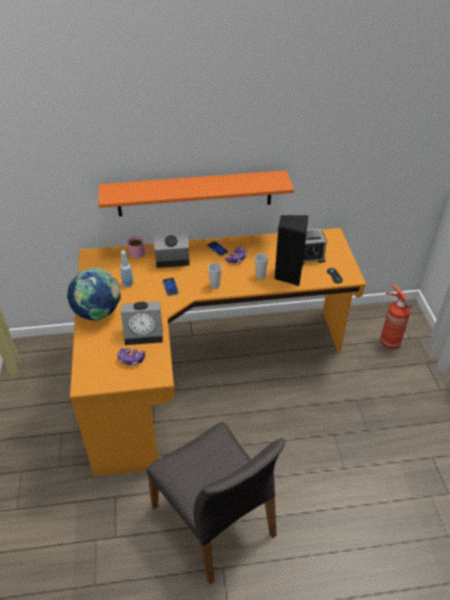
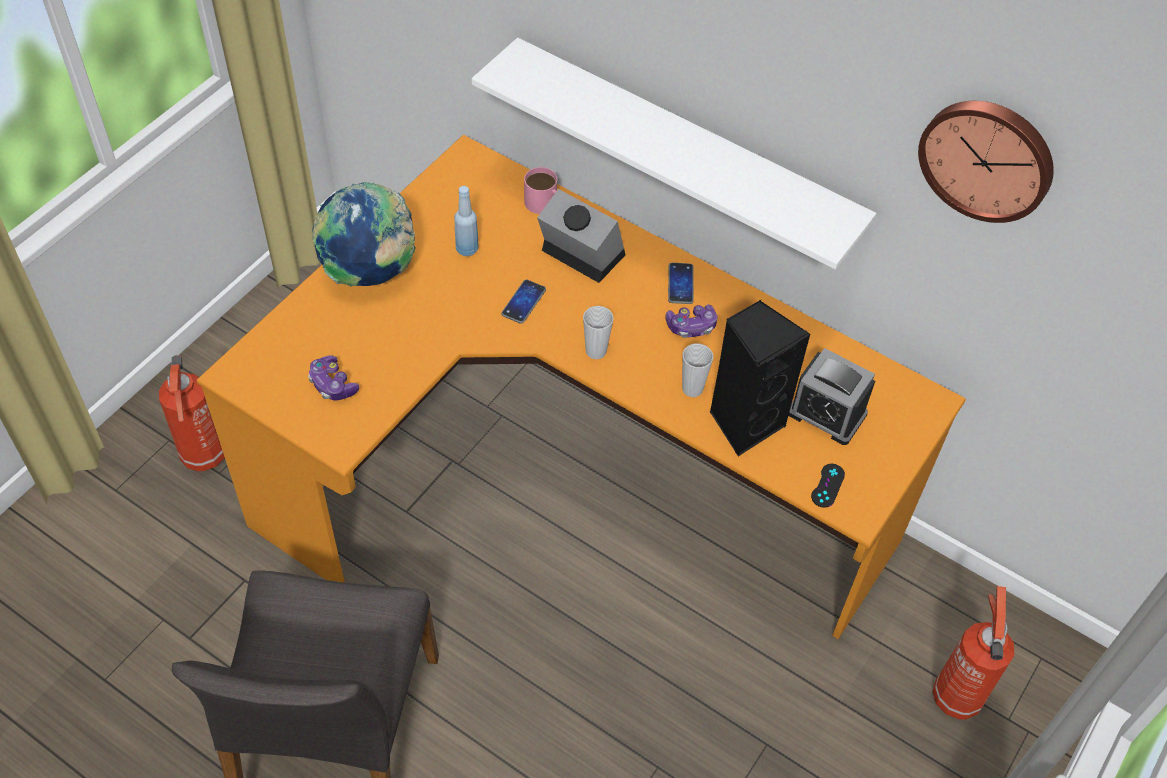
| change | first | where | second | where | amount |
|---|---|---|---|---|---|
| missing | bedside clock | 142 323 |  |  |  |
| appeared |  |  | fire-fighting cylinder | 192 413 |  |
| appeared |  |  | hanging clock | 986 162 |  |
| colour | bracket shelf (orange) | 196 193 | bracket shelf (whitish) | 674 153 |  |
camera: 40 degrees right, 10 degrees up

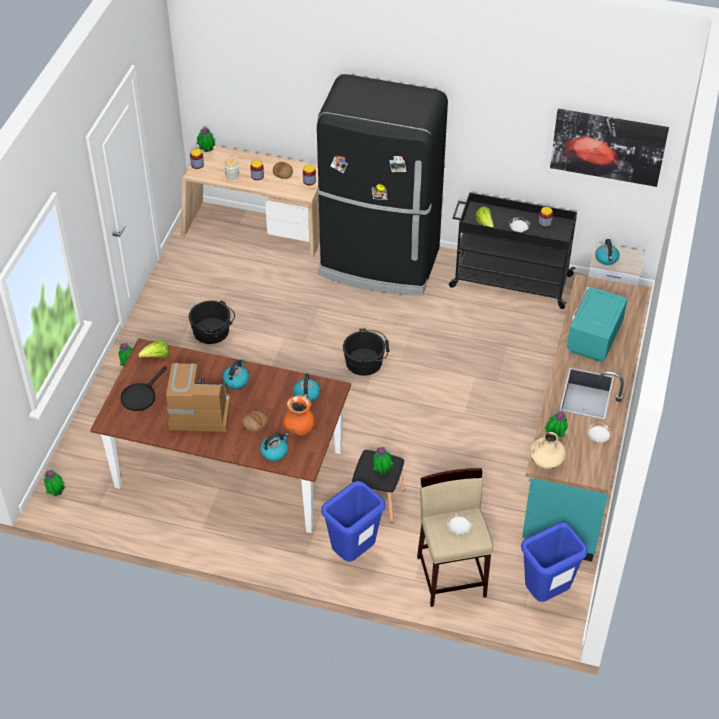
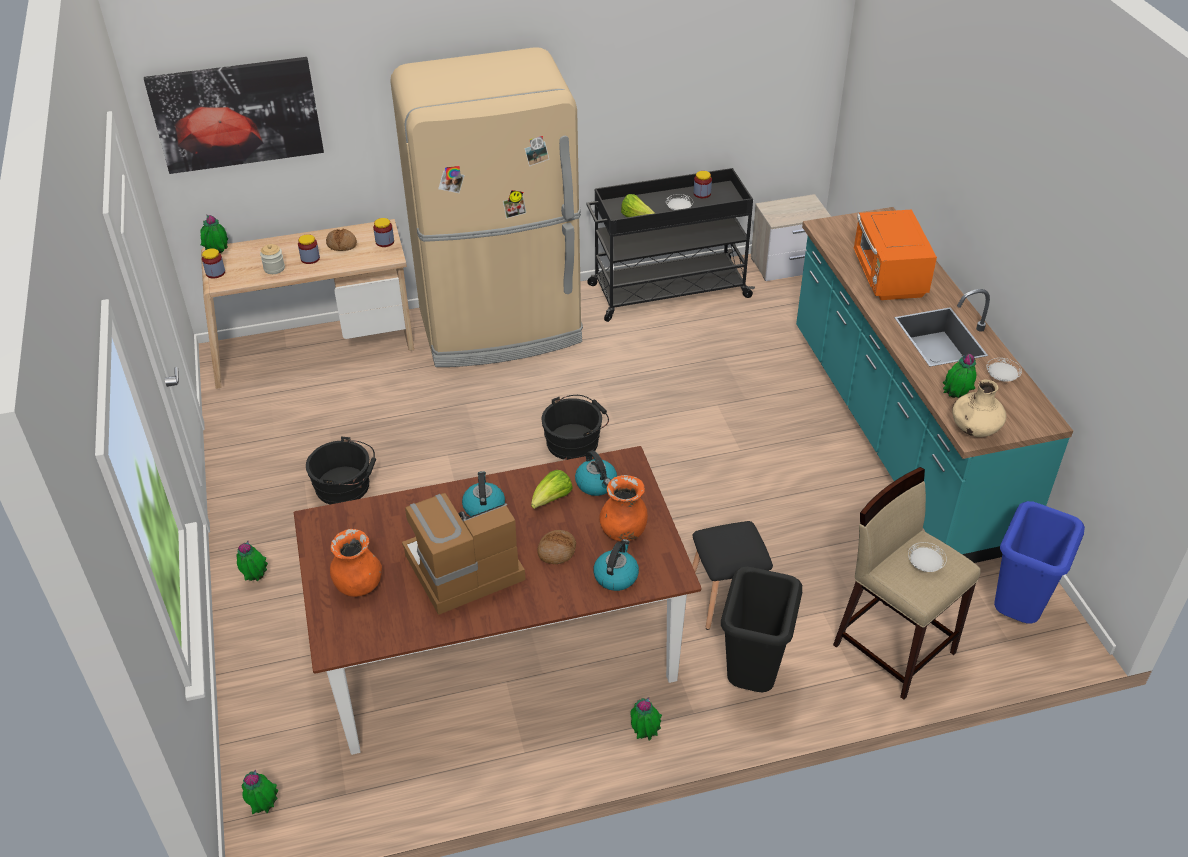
| change | first | where | second | where | amount |
|---|---|---|---|---|---|
| missing | water kettle | 607 252 |  |  |  |
| relocated | head of lettuce | 153 349 |  | 552 489 |  |
| relocated | houseplant | 383 461 |  | 646 719 |  |
| relocated | wall art | 609 148 |  | 234 115 |  |
| exchanged | skillet (black-coloured) | 143 388 | vase (orange) | 356 563 |  |
| colour | refrigerator (black-coloured) | 382 184 | refrigerator (sand-coloured) | 486 207 |  |
| colour | trash can (blue-coloured) | 353 521 | trash can (black-coloured) | 761 629 |  |
| colour | microwave oven (turquoise-coloured) | 597 324 | microwave oven (orange) | 895 254 |  |
camera: 30 degrees left, 5 degrees down

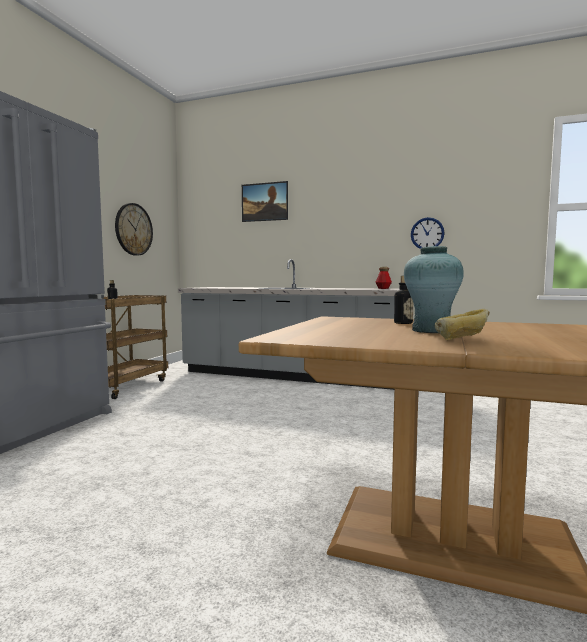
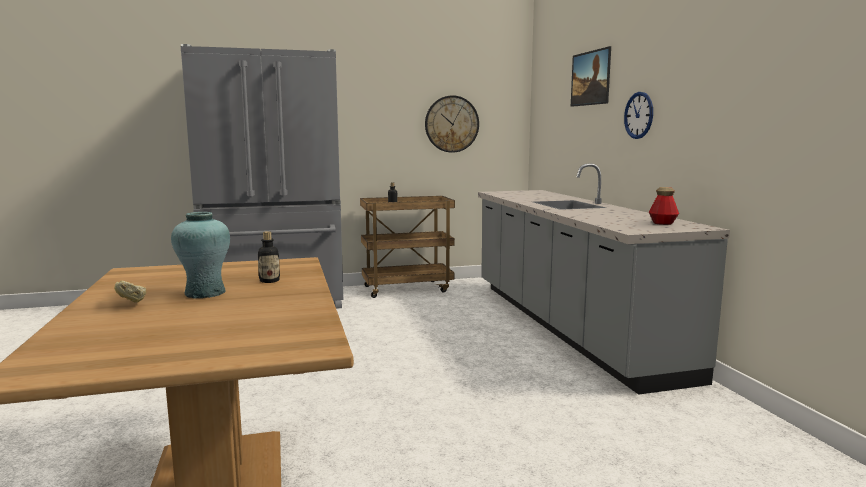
| change | first | where | second | where | amount |
|---|---|---|---|---|---|
| relocated | hanging clock | 428 233 |  | 638 115 |  |
camera: 55 degrees right, 5 degrees up

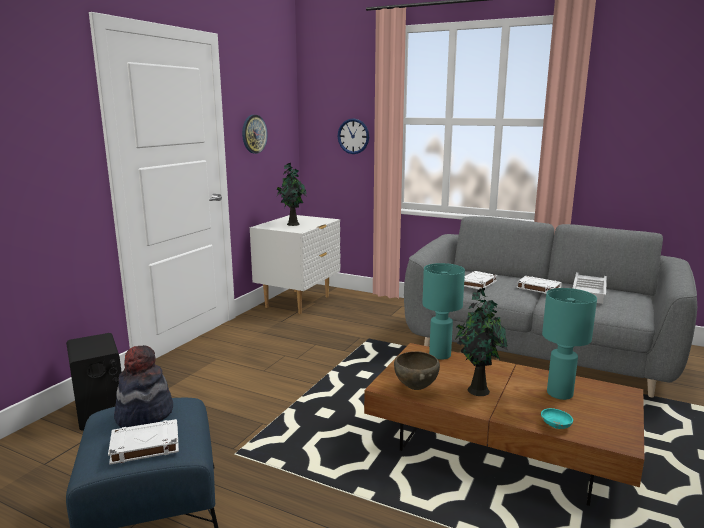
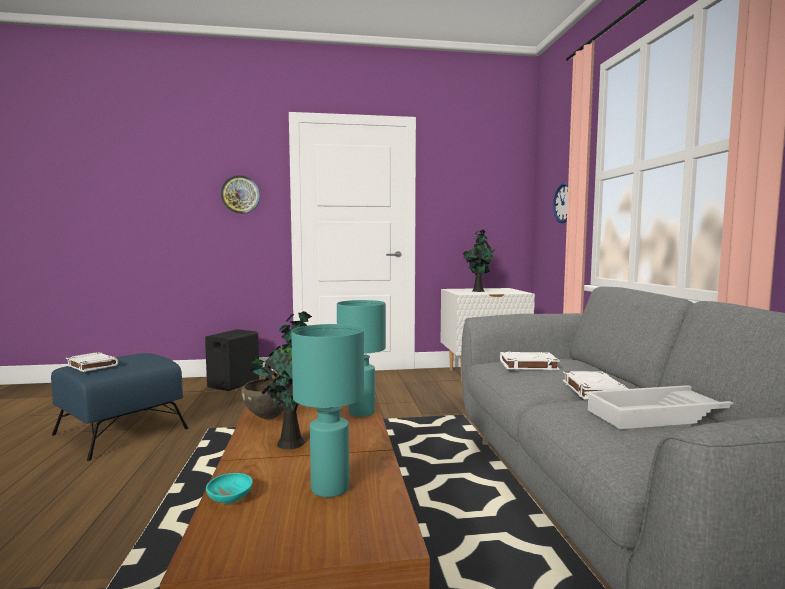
| change | first | where | second | where | amount |
|---|---|---|---|---|---|
| missing | wearable hat | 143 386 |  |  |  |
| relocated | hanging clock | 255 134 |  | 240 194 |  |
camera: 55 degrees right, 10 degrees down

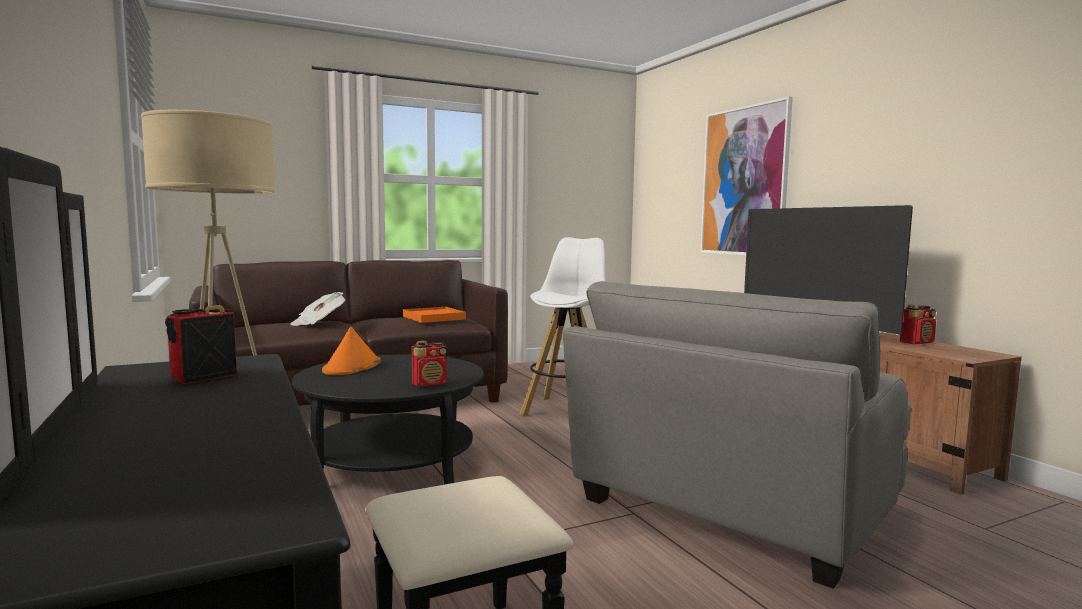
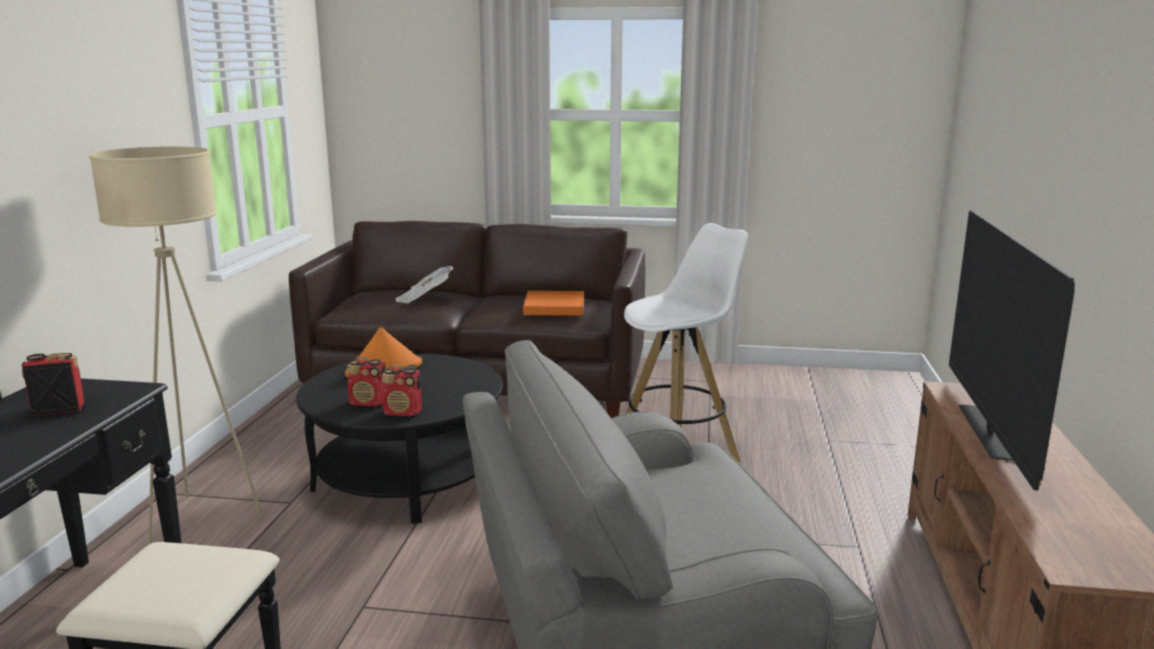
| change | first | where | second | where | amount |
|---|---|---|---|---|---|
| missing | wall art | 746 176 |  |  |  |
| relocated | radio set | 918 324 |  | 366 381 |  |
camera: 35 degrees right, 10 degrees up

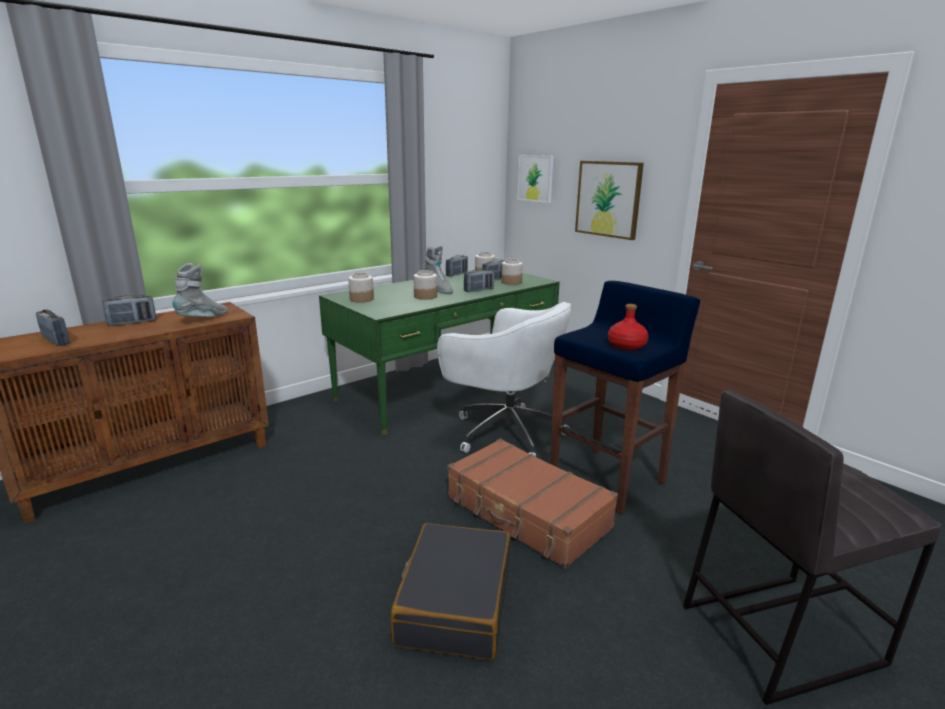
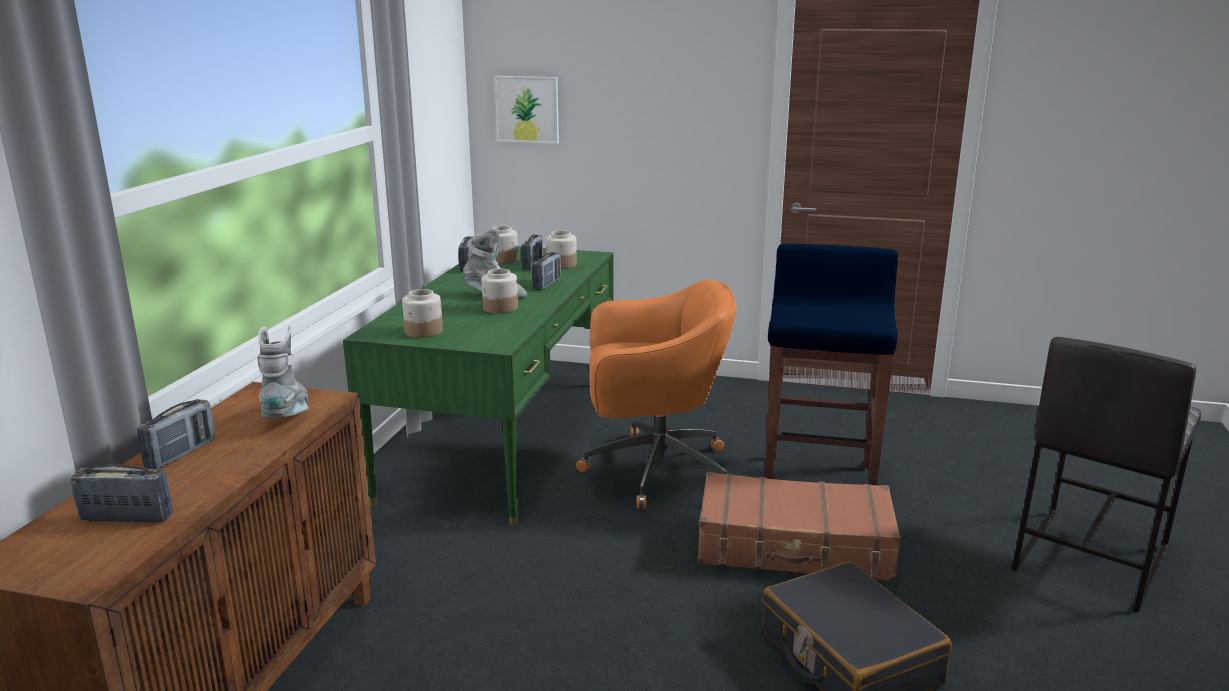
| change | first | where | second | where | amount |
|---|---|---|---|---|---|
| missing | wall art | 609 200 |  |  |  |
| missing | drink bottle (red) | 628 327 |  |  |  |
| colour | computer chair (whitish) | 504 379 | computer chair (orange) | 656 394 |  |
camera: 35 degrees left, 0 degrees up

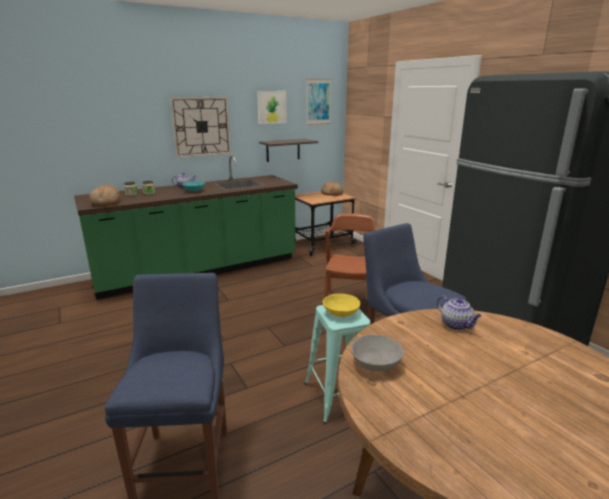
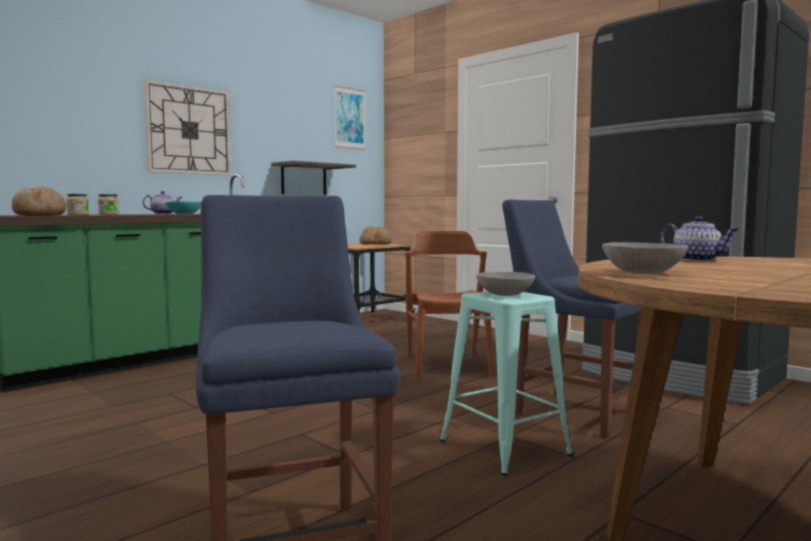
| change | first | where | second | where | amount |
|---|---|---|---|---|---|
| missing | wall art | 272 107 |  |  |  |
| colour | deep dish (yellowish) | 341 305 | deep dish (gray) | 505 284 |  |
camera: 15 degrees left, 15 degrees down

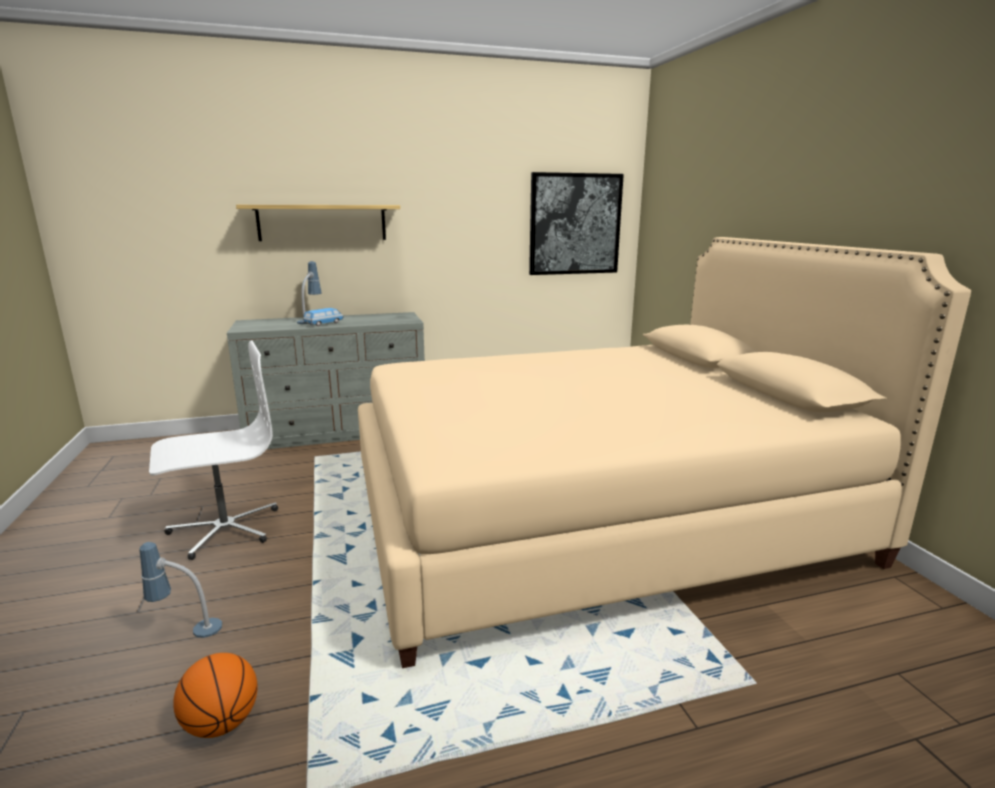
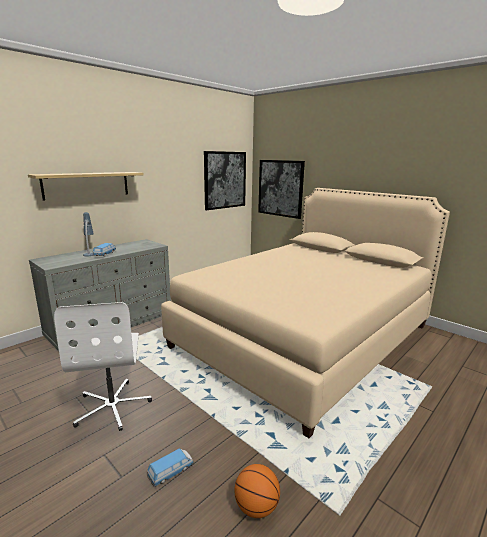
| change | first | where | second | where | amount |
|---|---|---|---|---|---|
| appeared |  |  | wall art | 281 189 |  |
| exchanged | table lamp | 180 590 | miniature car | 170 467 |  |
| spun | computer chair (whitish) | 213 450 |  | 103 366 | 135 degrees clockwise |
camera: 30 degrees left, 0 degrees up

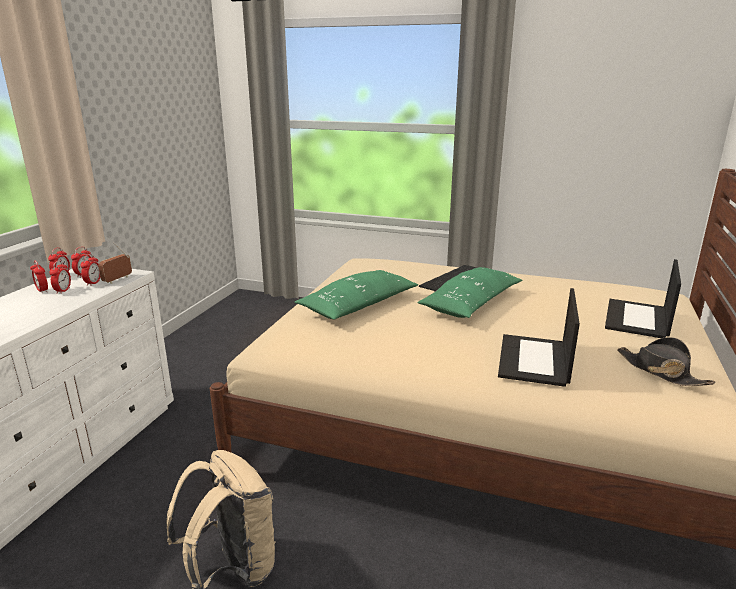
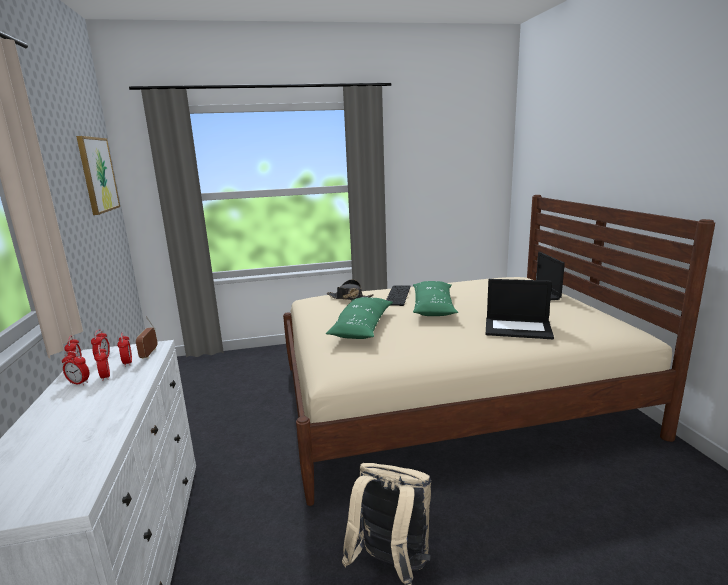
| change | first | where | second | where | amount |
|---|---|---|---|---|---|
| appeared |  |  | wall art | 98 175 |  |
| relocated | wearable hat (black-coloured) | 666 361 |  | 350 289 |  |
| spun | notebook computer | 539 337 |  | 520 309 | 60 degrees counterclockwise |
camera: 30 degrees left, 5 degrees down

